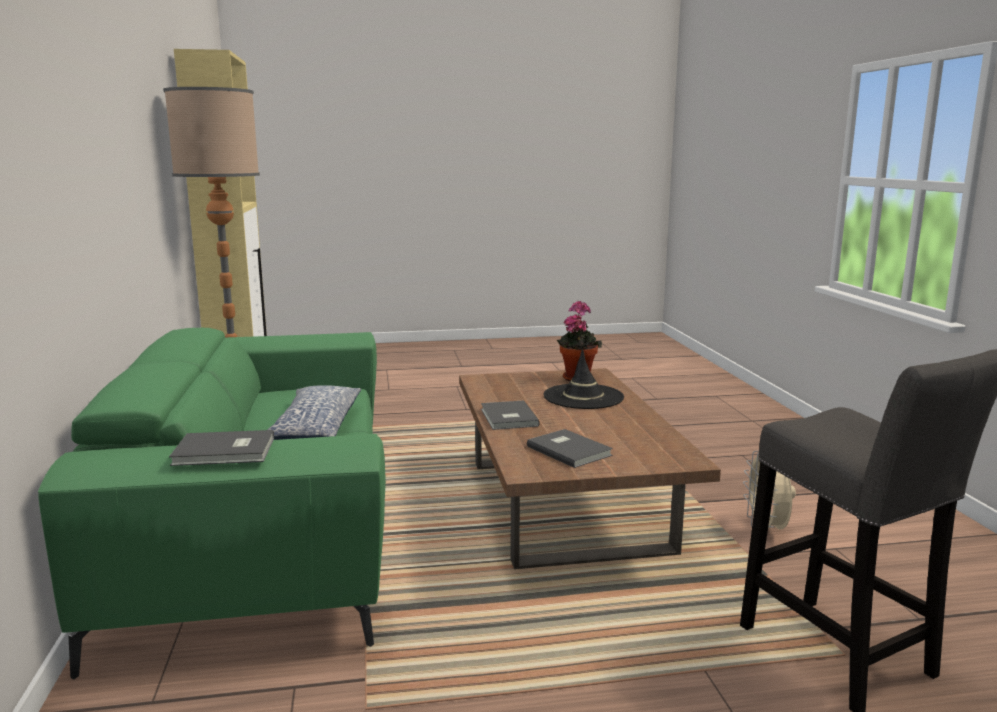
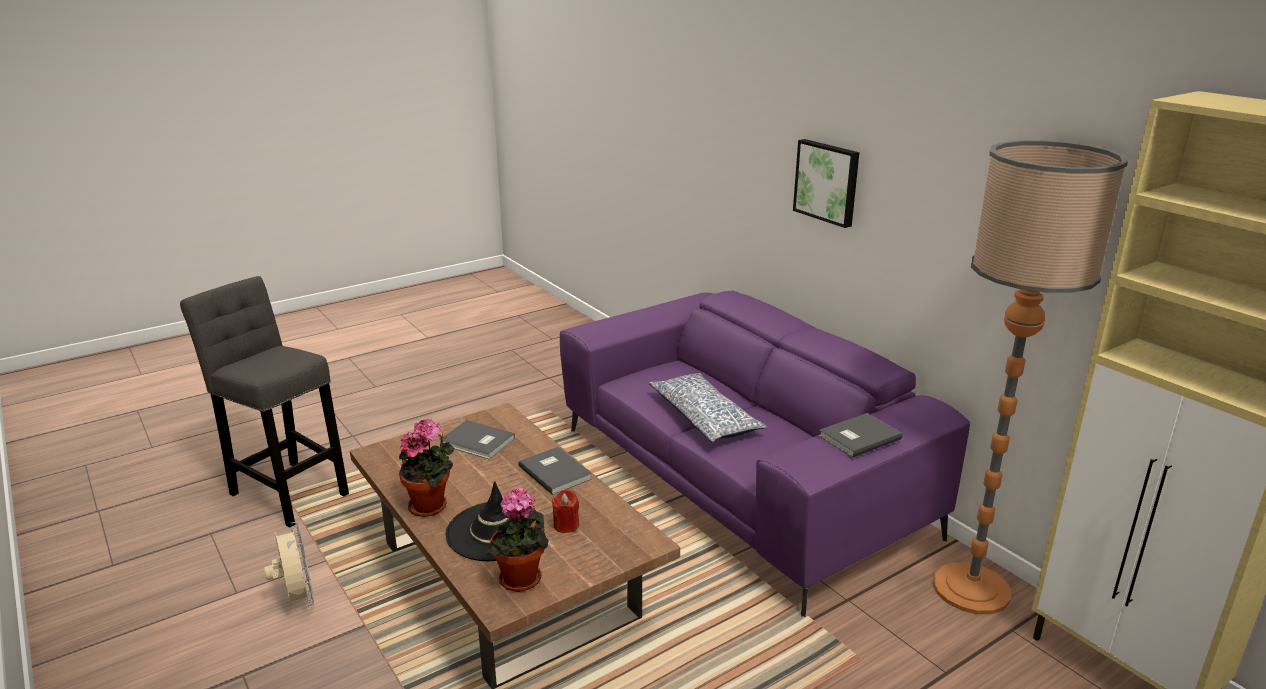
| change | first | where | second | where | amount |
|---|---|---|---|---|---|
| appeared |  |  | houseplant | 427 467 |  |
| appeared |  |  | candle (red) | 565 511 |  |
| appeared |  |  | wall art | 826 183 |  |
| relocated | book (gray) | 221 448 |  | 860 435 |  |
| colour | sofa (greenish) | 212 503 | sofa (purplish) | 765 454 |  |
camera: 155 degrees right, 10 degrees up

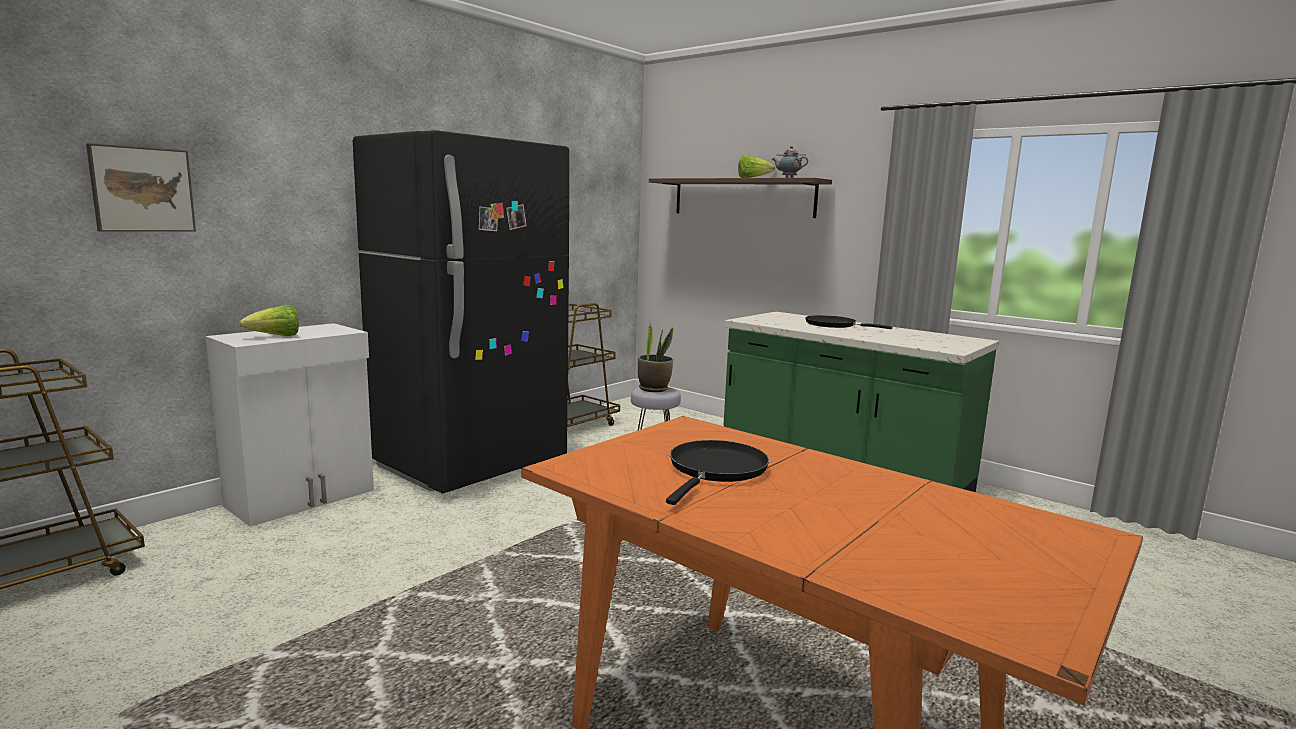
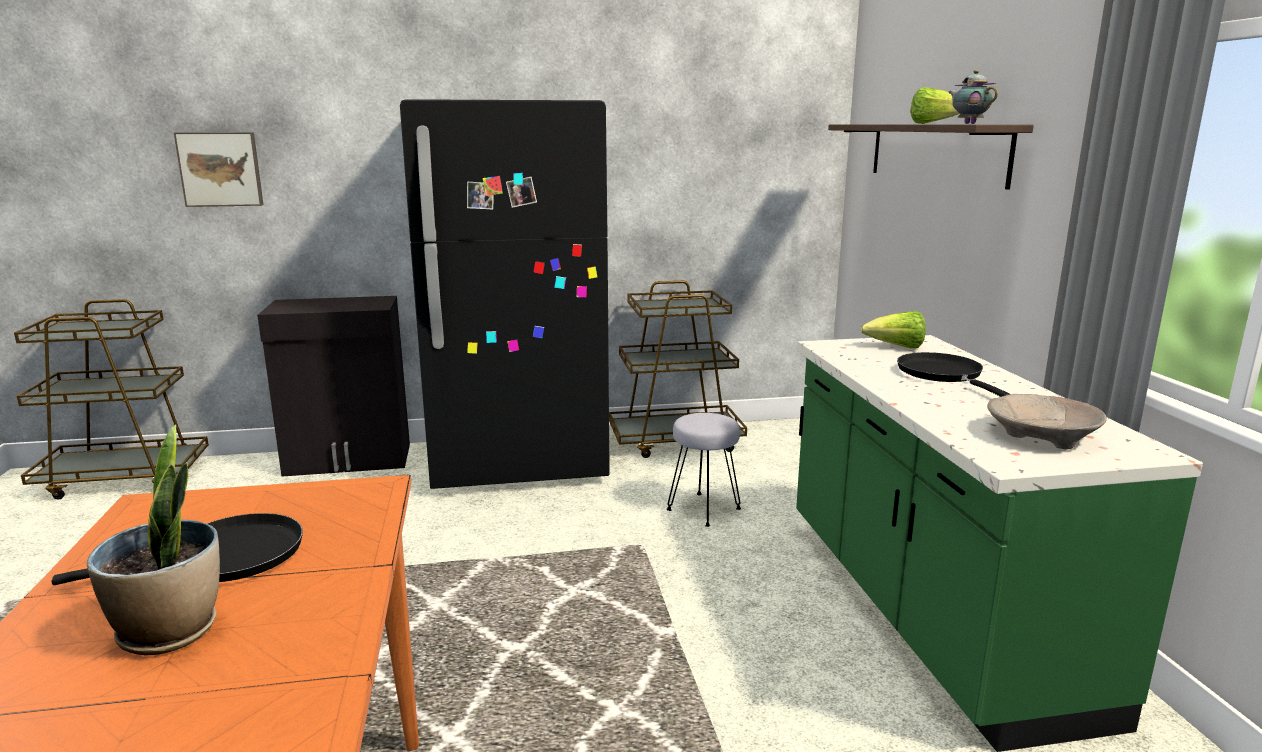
| change | first | where | second | where | amount |
|---|---|---|---|---|---|
| appeared |  |  | deep dish (sand-coloured) | 1047 422 |  |
| relocated | head of lettuce | 269 320 |  | 893 329 |  |
| relocated | houseplant | 655 356 |  | 153 540 |  |
| colour | storage cabinet (whitish) | 289 425 | storage cabinet (black-coloured) | 333 386 |  |
camera: 40 degrees right, 5 degrees up

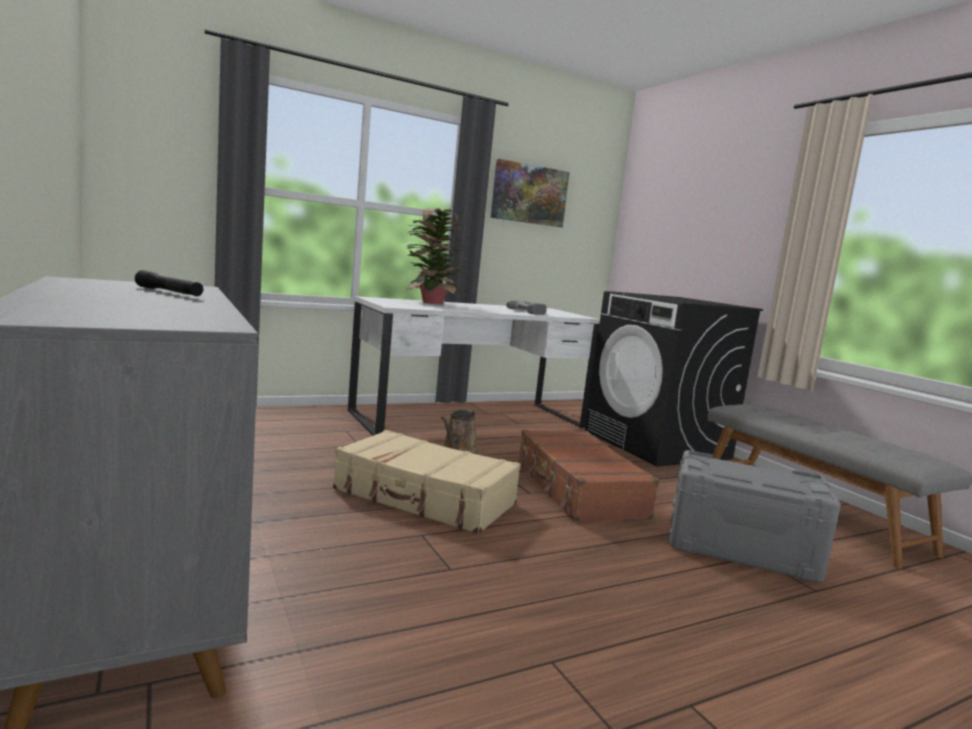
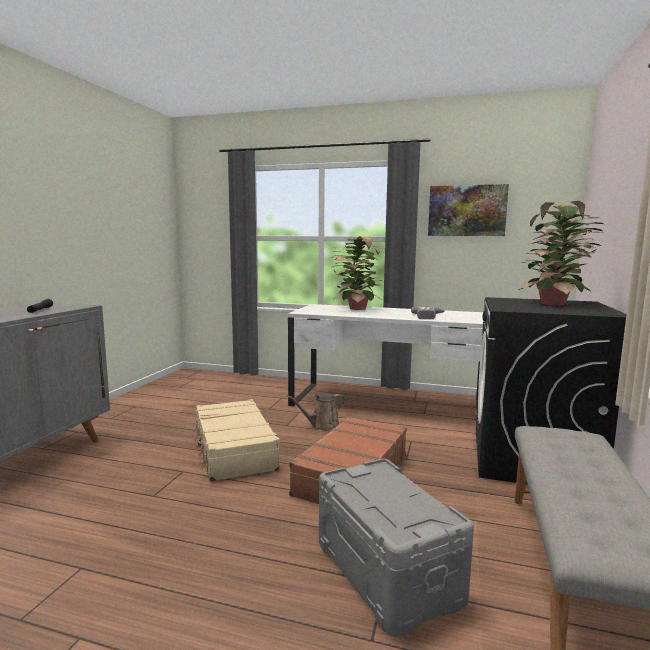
| change | first | where | second | where | amount |
|---|---|---|---|---|---|
| appeared |  |  | houseplant | 561 253 |  |
camera: 45 degrees right, 0 degrees up

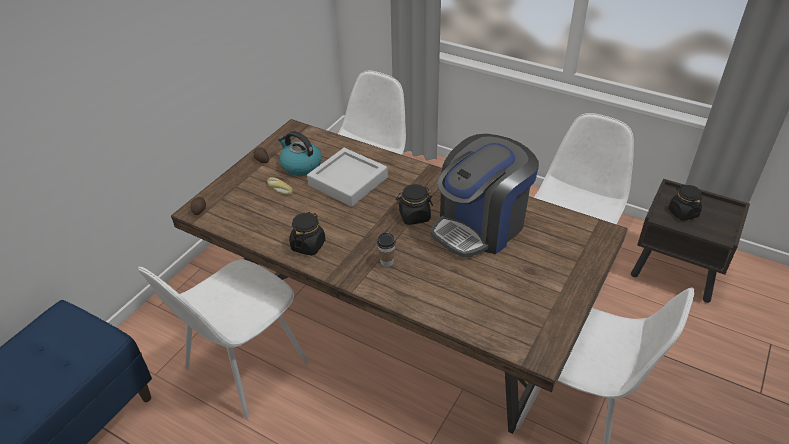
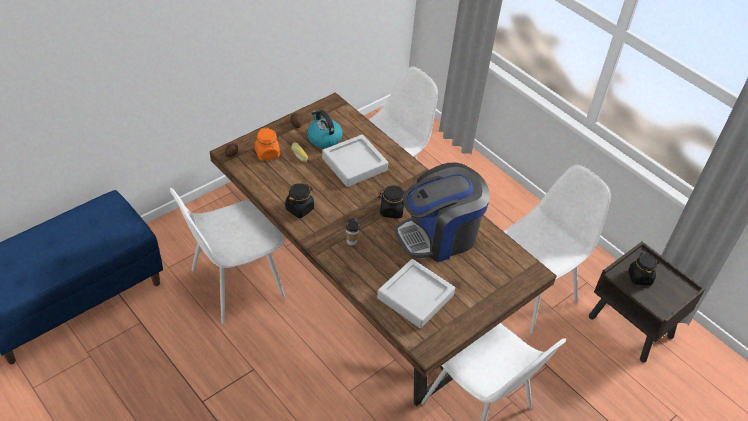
| change | first | where | second | where | amount |
|---|---|---|---|---|---|
| appeared |  |  | jar (orange) | 267 144 |  |
| appeared |  |  | serving tray (gray) | 416 293 |  |
camera: 15 degrees right, 5 degrees up

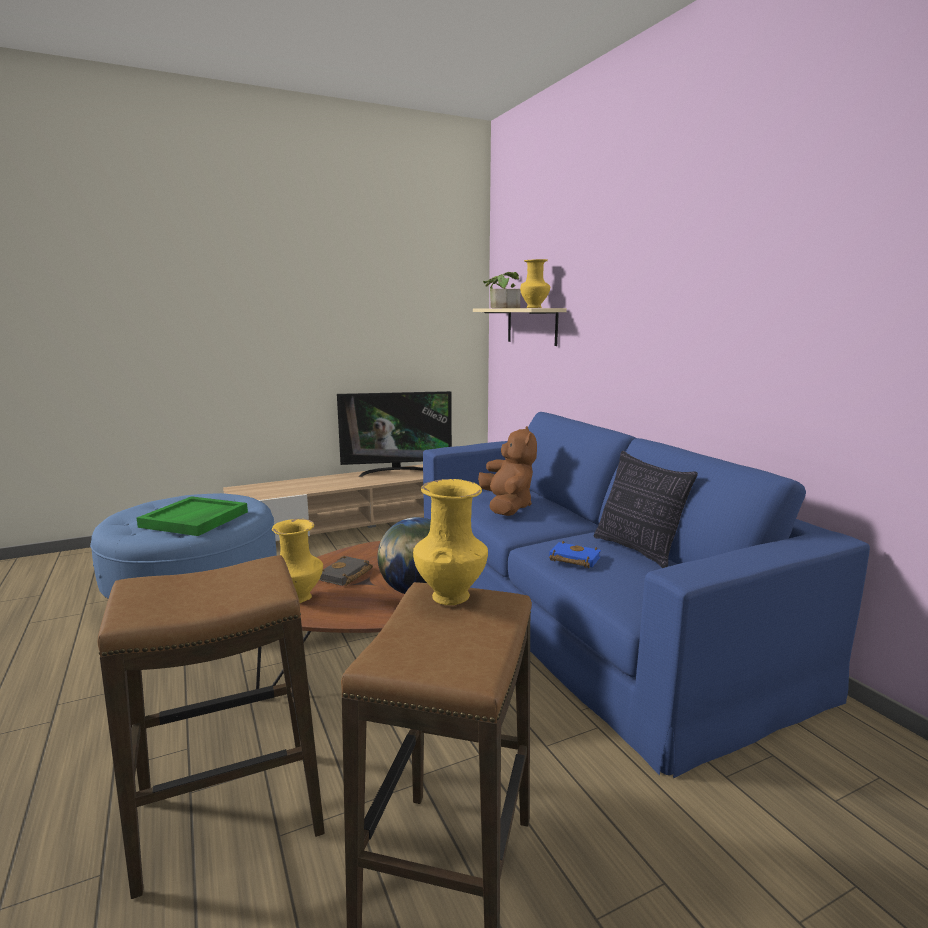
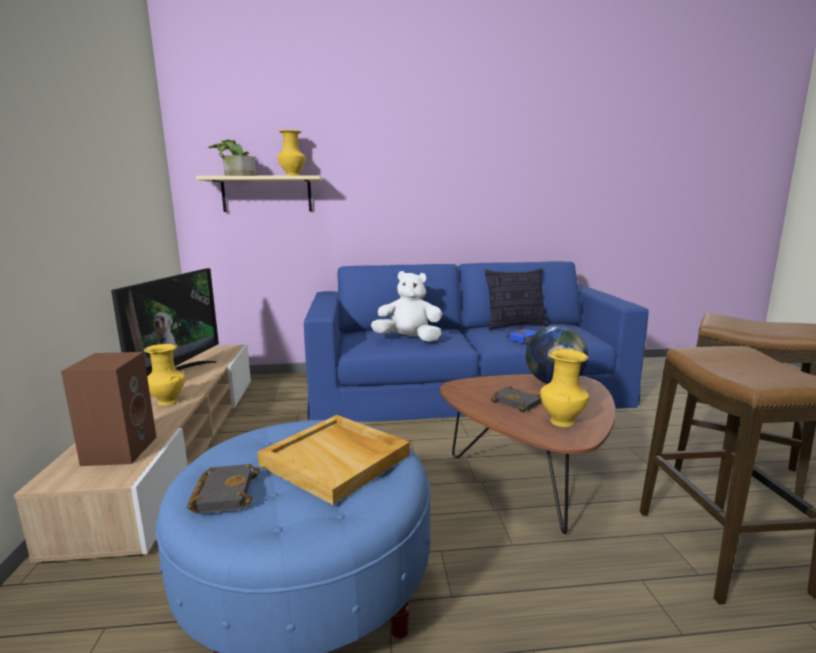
| change | first | where | second | where | amount |
|---|---|---|---|---|---|
| appeared |  |  | speaker (brownish) | 109 409 |  |
| appeared |  |  | book (black-coloured) | 223 489 |  |
| relocated | vase (yellowish) | 450 542 |  | 164 375 |  |
| colour | serving tray (greenish) | 192 516 | serving tray (sand-coloured) | 334 460 |  |
| colour | plush toy (brownish) | 507 471 | plush toy (whitish) | 406 306 |  |
camera: 70 degrees left, 0 degrees up

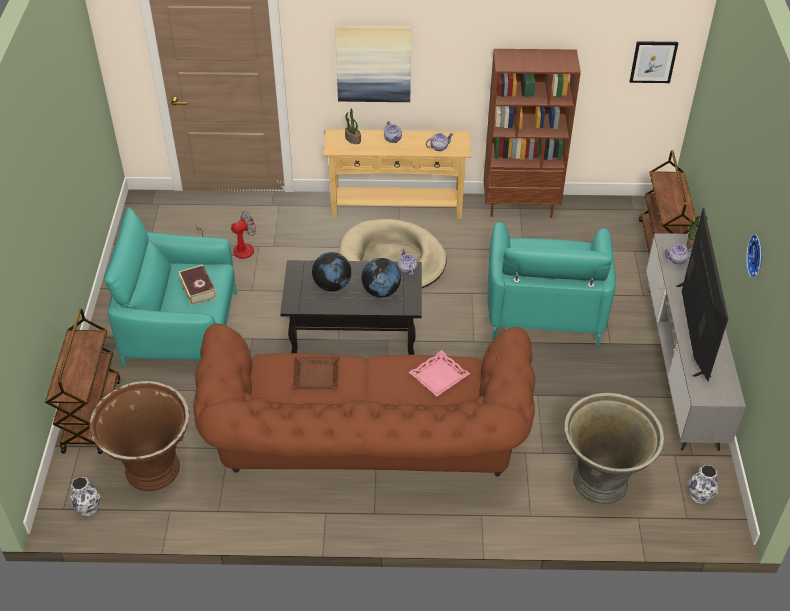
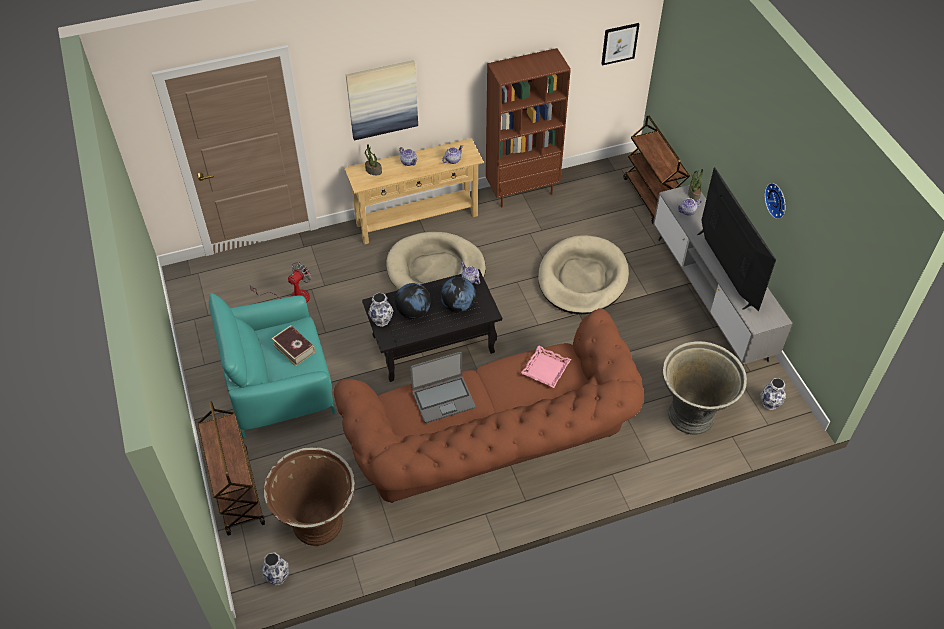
| change | first | where | second | where | amount |
|---|---|---|---|---|---|
| appeared |  |  | vase | 381 310 |  |
| exchanged | serving tray (brownish) | 316 372 | notebook computer | 443 387 |  |
| exchanged | easy chair (turquoise-coloured) | 552 284 | pet bed (sand-coloured) | 583 274 |  |
camera: 20 degrees left, 5 degrees up

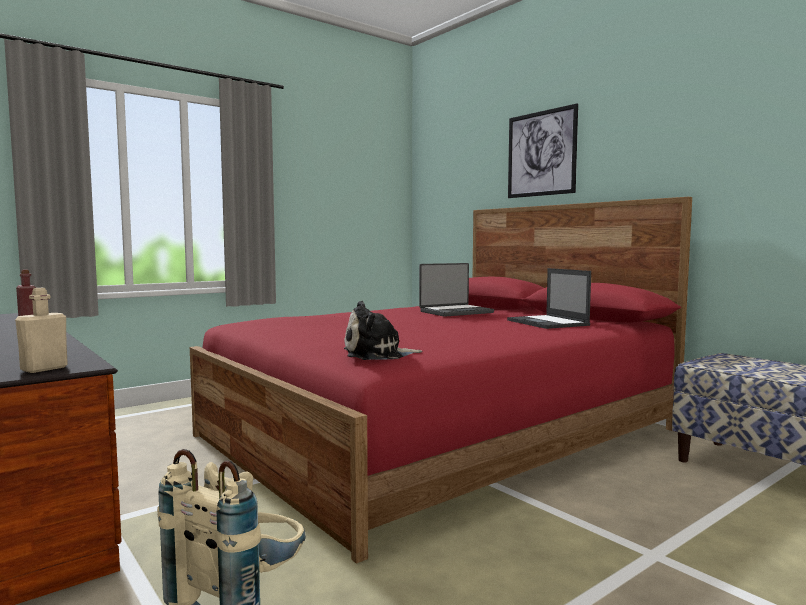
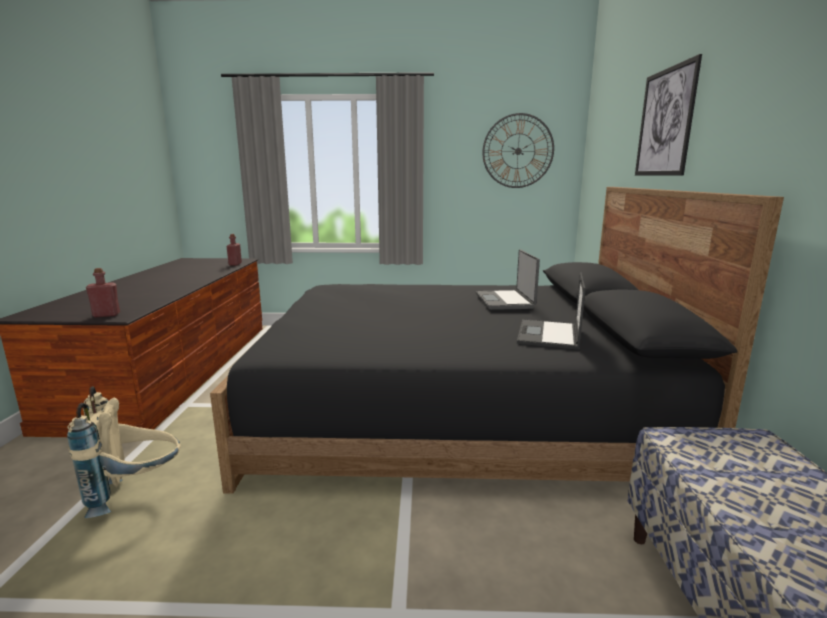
| change | first | where | second | where | amount |
|---|---|---|---|---|---|
| missing | plush toy | 383 330 |  |  |  |
| appeared |  |  | hanging clock | 518 150 |  |
| colour | drink bottle (sand-coloured) | 41 330 | drink bottle (red) | 103 292 |  |
| colour | bedroom bed (red) | 441 380 | bedroom bed (black-coloured) | 497 340 |  |
| spun | notebook computer | 456 290 |  | 508 279 | 75 degrees clockwise |
camera: 40 degrees right, 10 degrees up

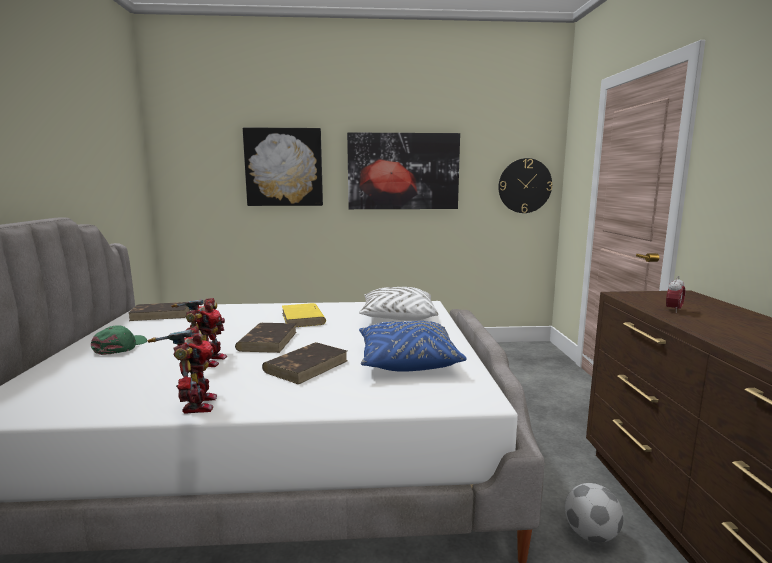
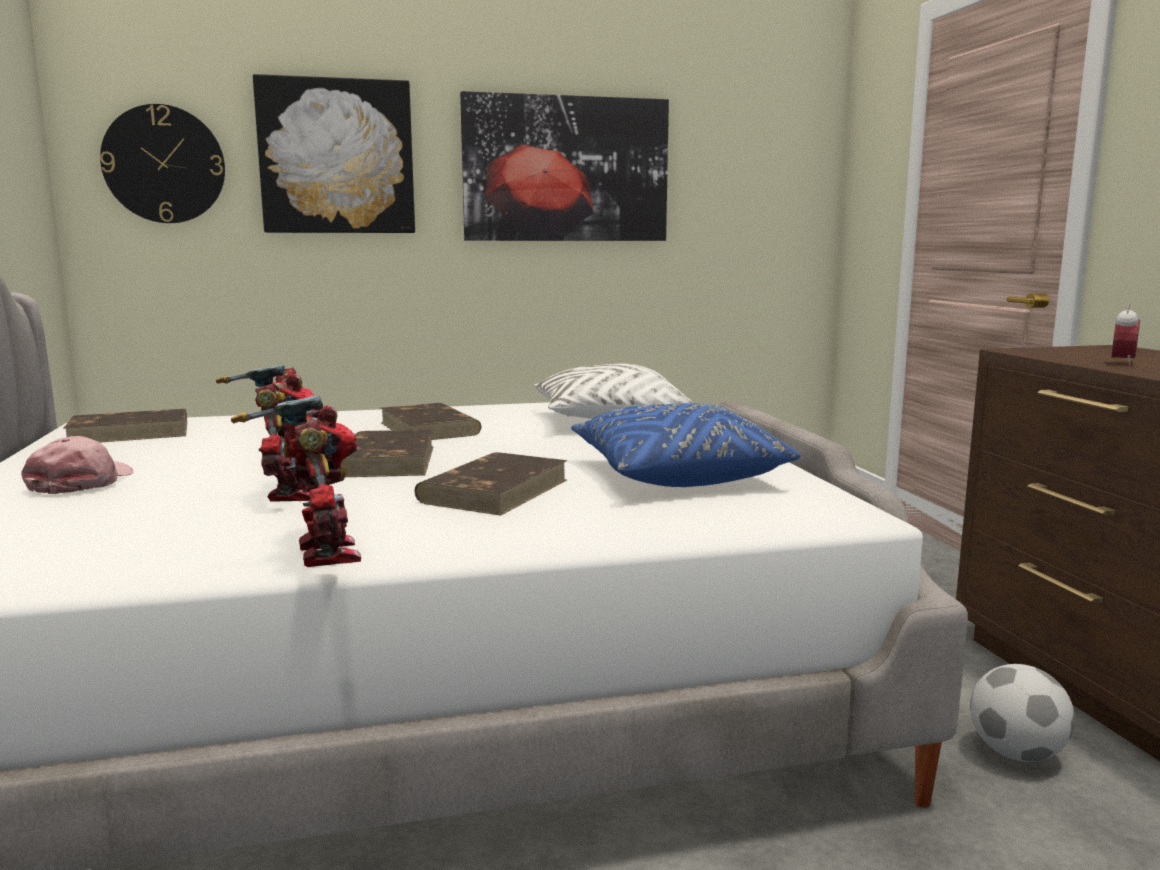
| change | first | where | second | where | amount |
|---|---|---|---|---|---|
| relocated | hanging clock | 525 185 |  | 162 163 |  |
| colour | baseball cap (greenish) | 119 340 | baseball cap (pinkish) | 77 465 |  |
| colour | book (yellowish) | 304 315 | book (brownish) | 431 421 |  |
camera: 10 degrees left, 0 degrees up

